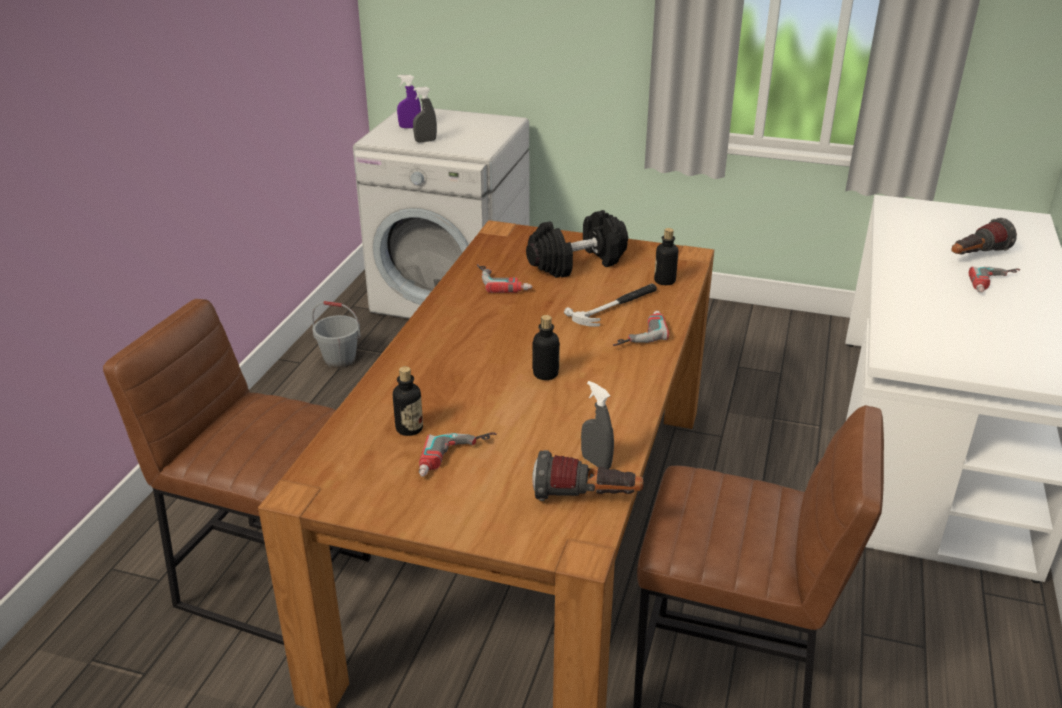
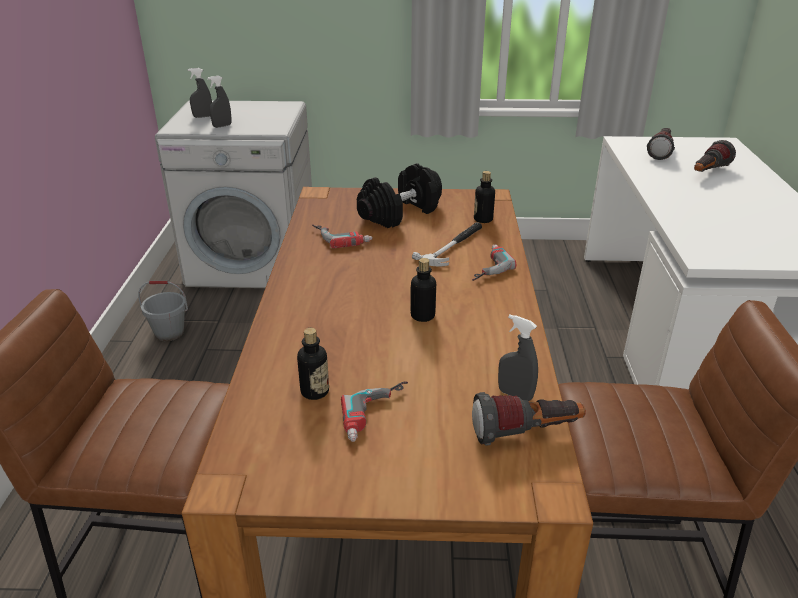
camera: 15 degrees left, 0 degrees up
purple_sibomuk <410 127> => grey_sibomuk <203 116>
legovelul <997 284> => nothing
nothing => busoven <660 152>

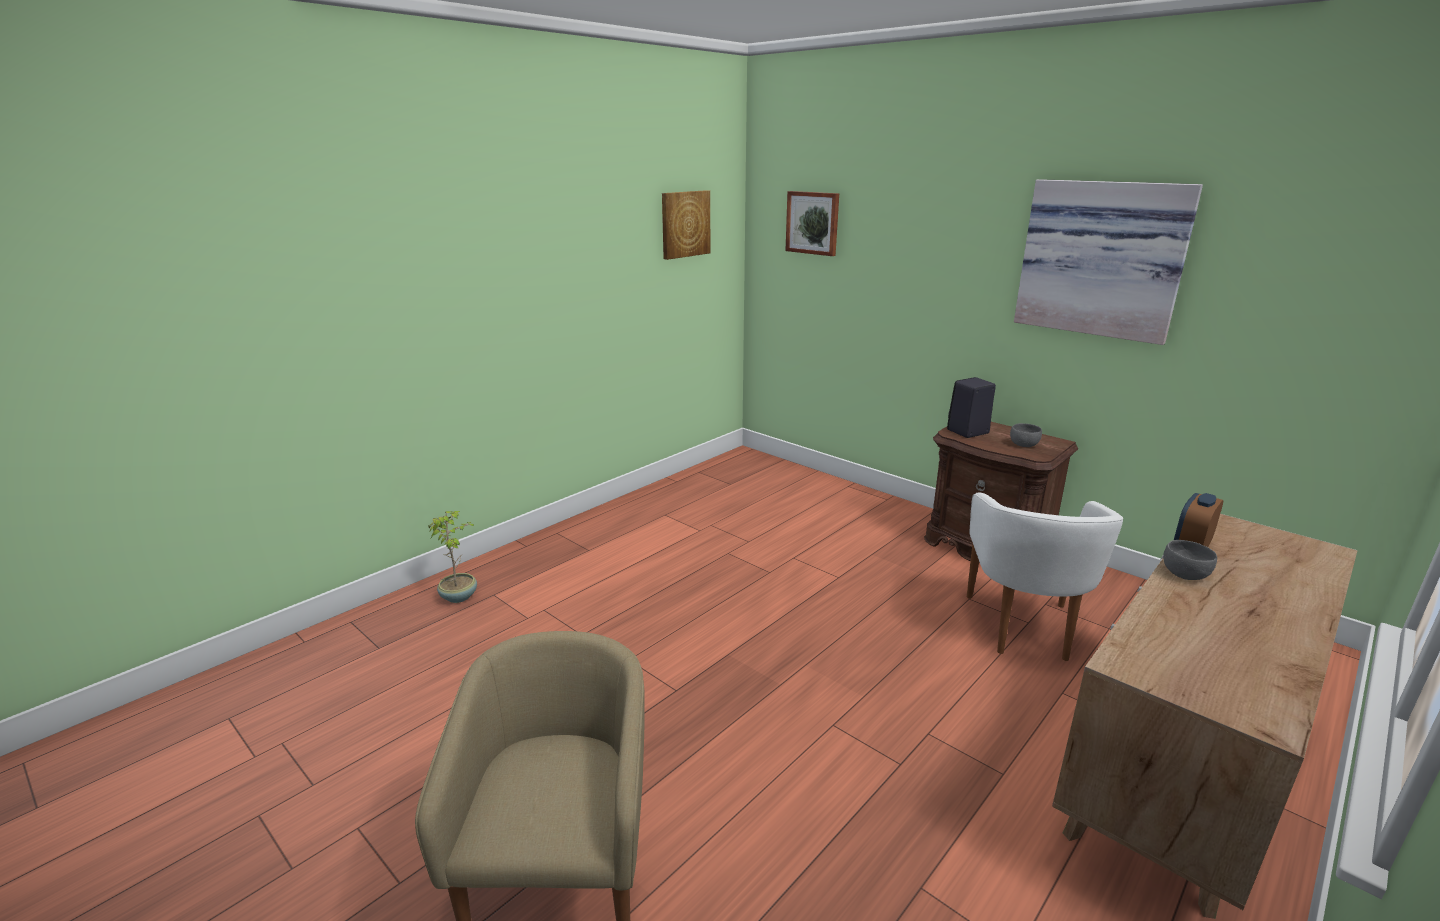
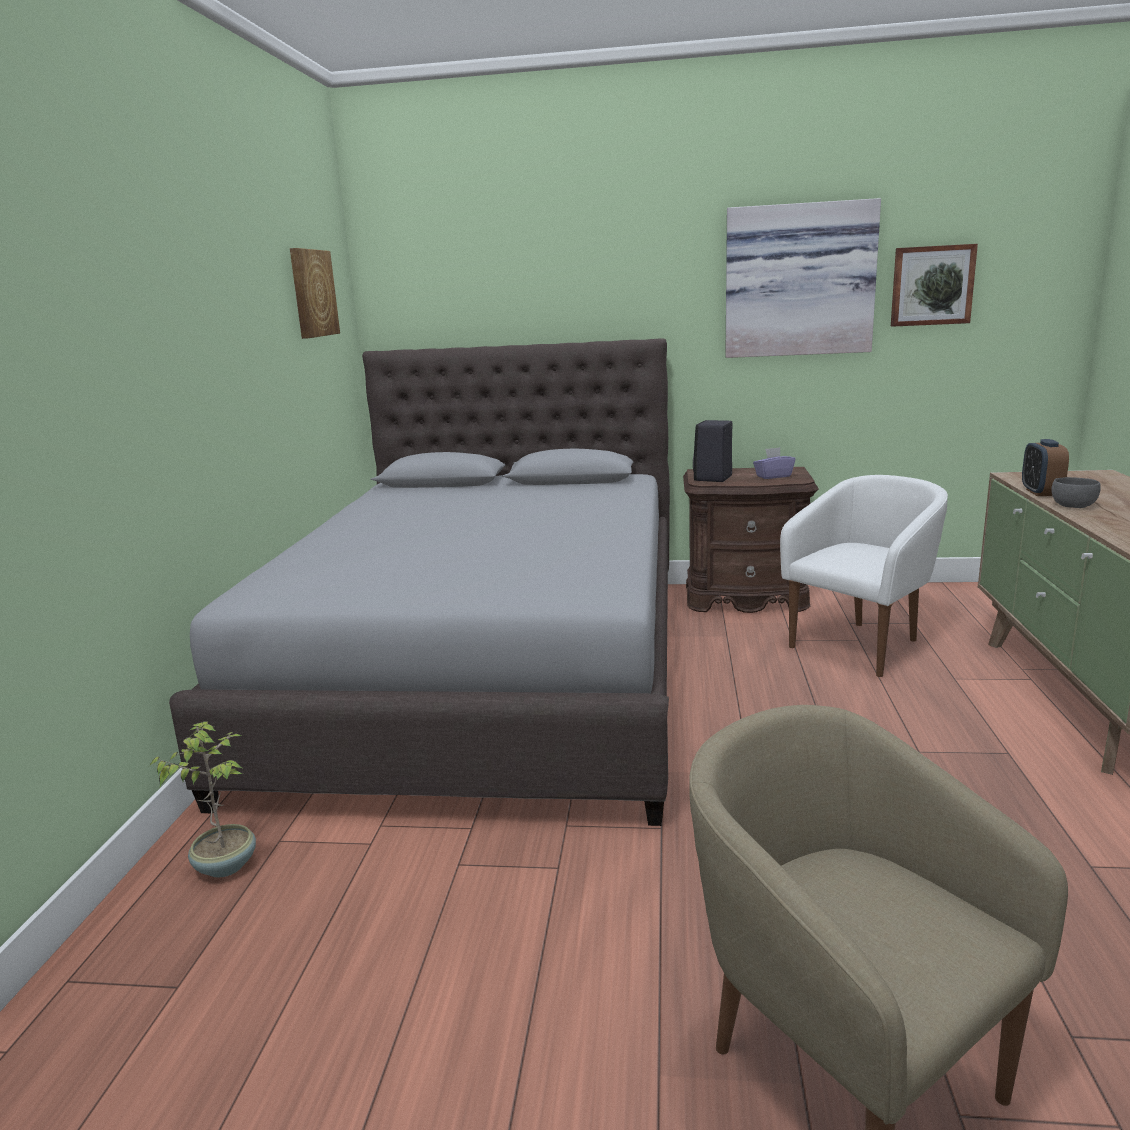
camera: 35 degrees left, 5 degrees down
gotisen <813 223> => gotisen <932 285>, shifted
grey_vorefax <1023 444> => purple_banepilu <773 476>
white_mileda <1023 627> => white_mileda <861 645>, 105 degrees counterclockwise
nothing => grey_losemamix <491 671>

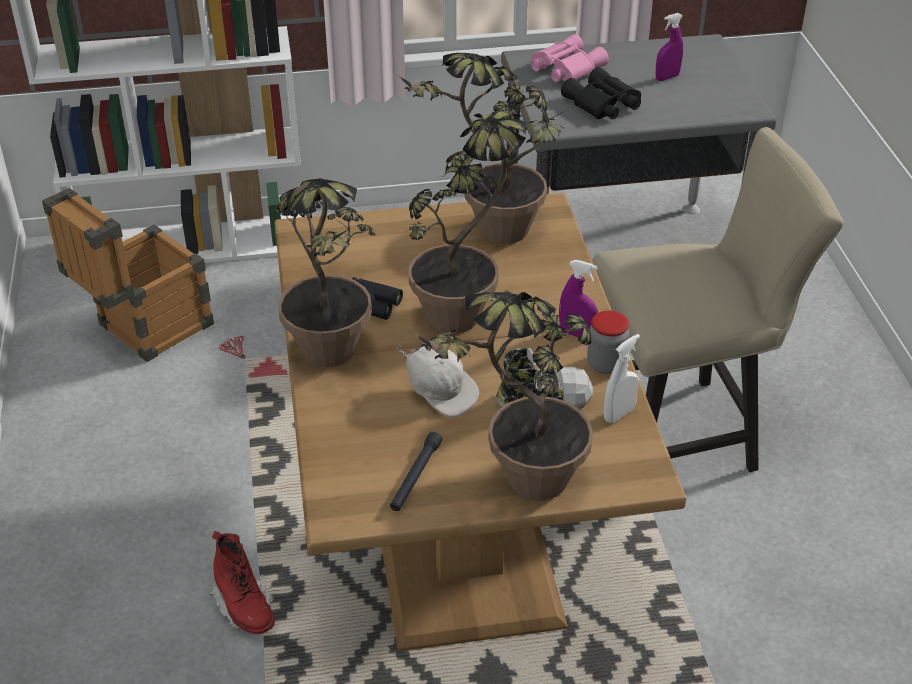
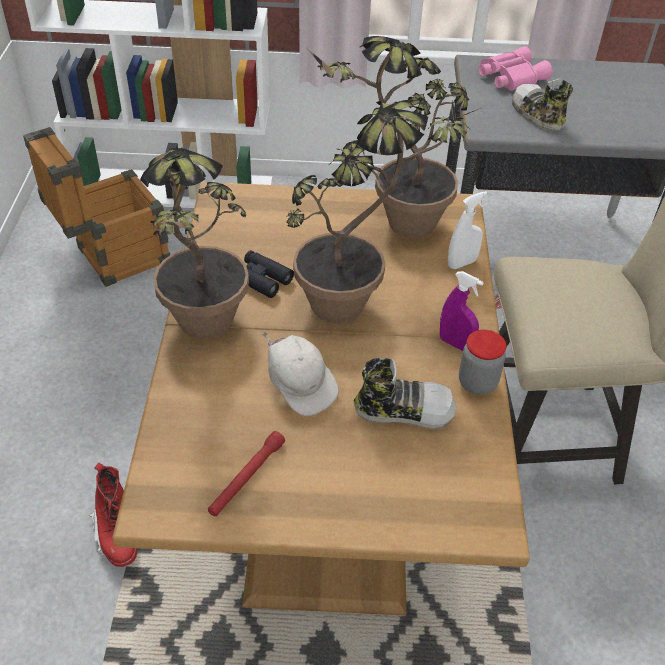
camera: 10 degrees right, 5 degrees up
purple_sibomuk <667 77> => nothing
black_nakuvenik <602 104> => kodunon <537 114>
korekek <517 487> => nothing
white_sibomuk <619 414> => white_sibomuk <462 263>, shifted
black_busoven <415 477> => red_busoven <246 478>

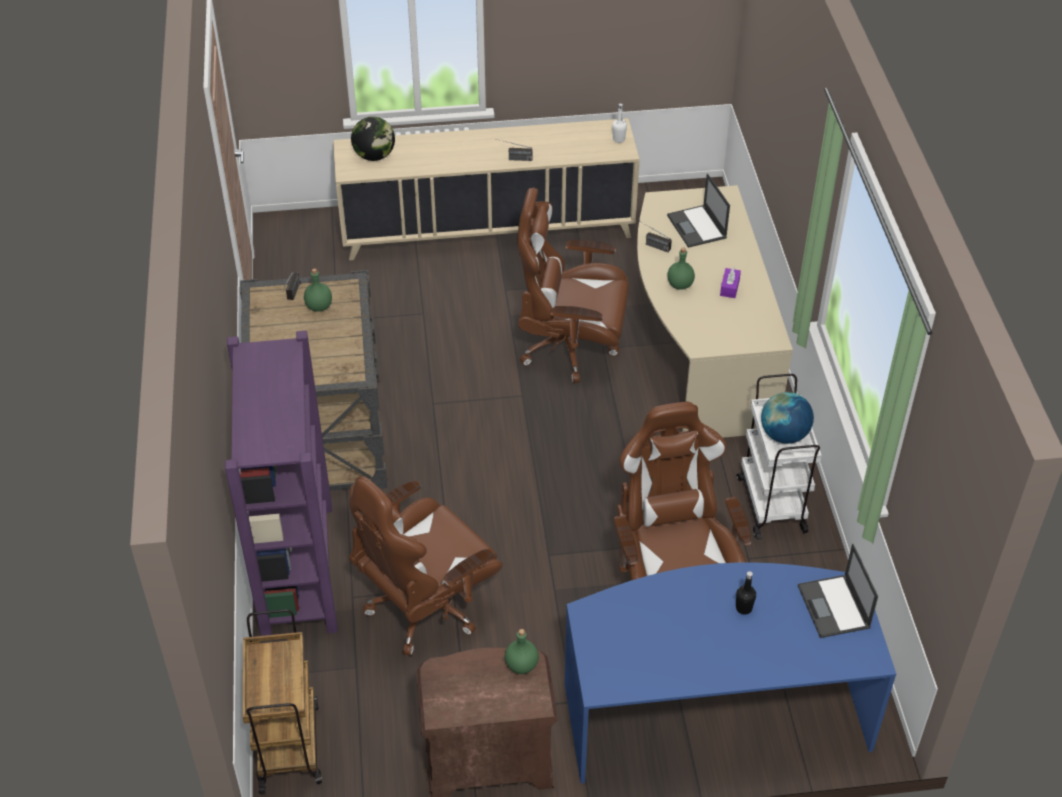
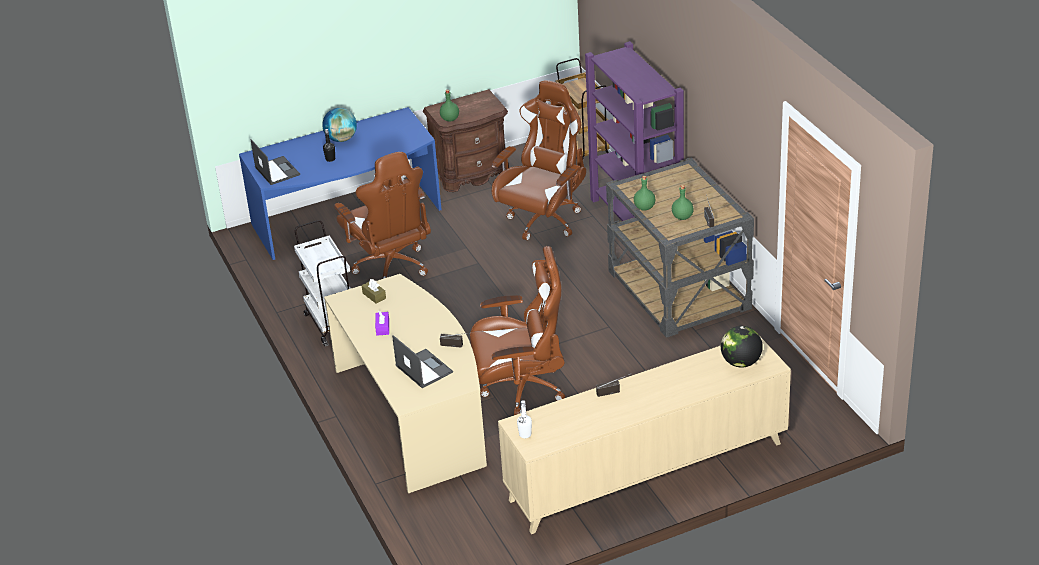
camera: 165 degrees right, 10 degrees down
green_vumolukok <680 284> => green_vumolukok <644 208>, shifted
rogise <784 435> => rogise <341 139>, shifted
nothing => brown_banepilu <374 296>

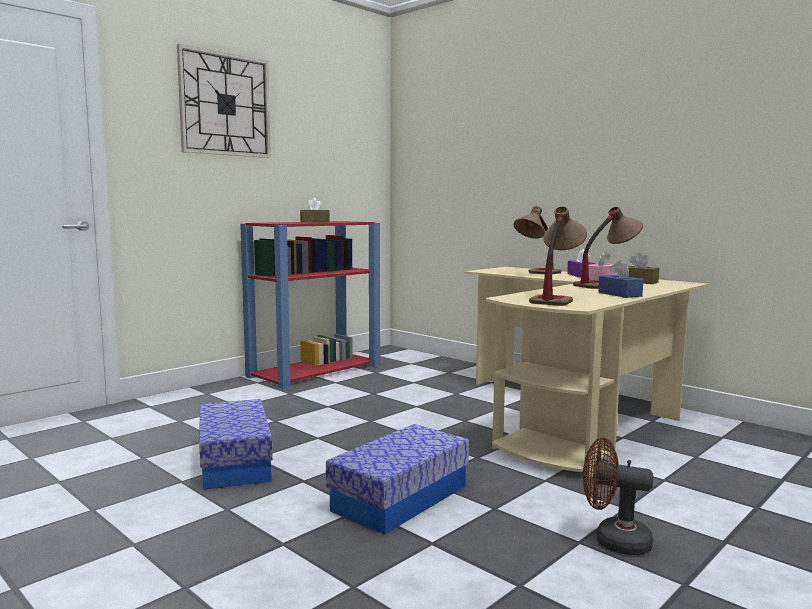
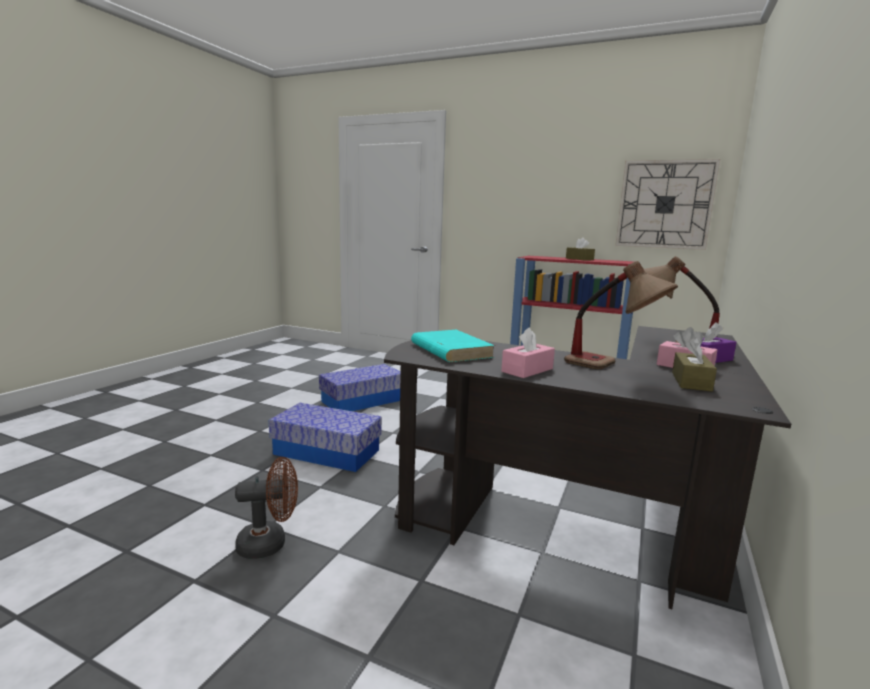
camera: 70 degrees right, 5 degrees up
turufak <225 104> => turufak <665 204>, shifted
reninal <556 299> => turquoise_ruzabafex <450 350>
blue_banepilu <620 294> => pink_banepilu <527 370>
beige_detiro <574 414> => black_detiro <593 516>
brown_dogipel <613 541> => brown_dogipel <270 543>, 75 degrees clockwise

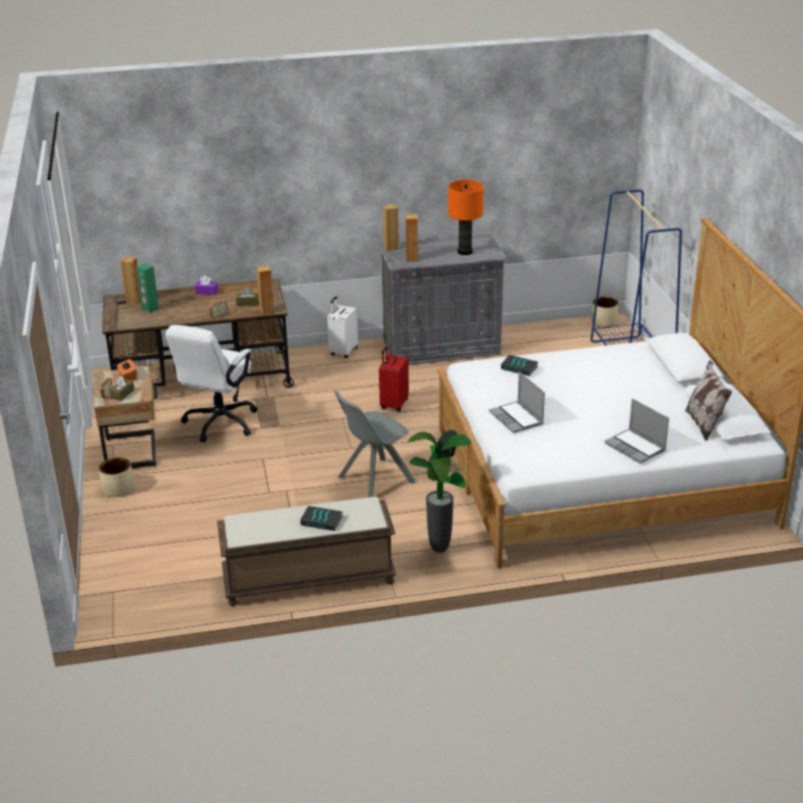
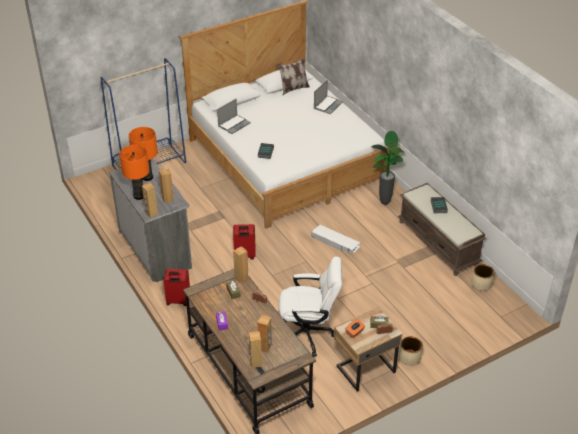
camera: 110 degrees left, 10 degrees up
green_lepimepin <150 308> => brown_lepimepin <265 347>
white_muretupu <343 352> => red_muretupu <178 301>
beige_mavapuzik <604 322> => beige_mavapuzik <481 284>, shifted
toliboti <517 418> => toliboti <234 124>, shifted
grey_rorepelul <374 480> => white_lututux <335 242>
nothing => orange_reninal <139 195>

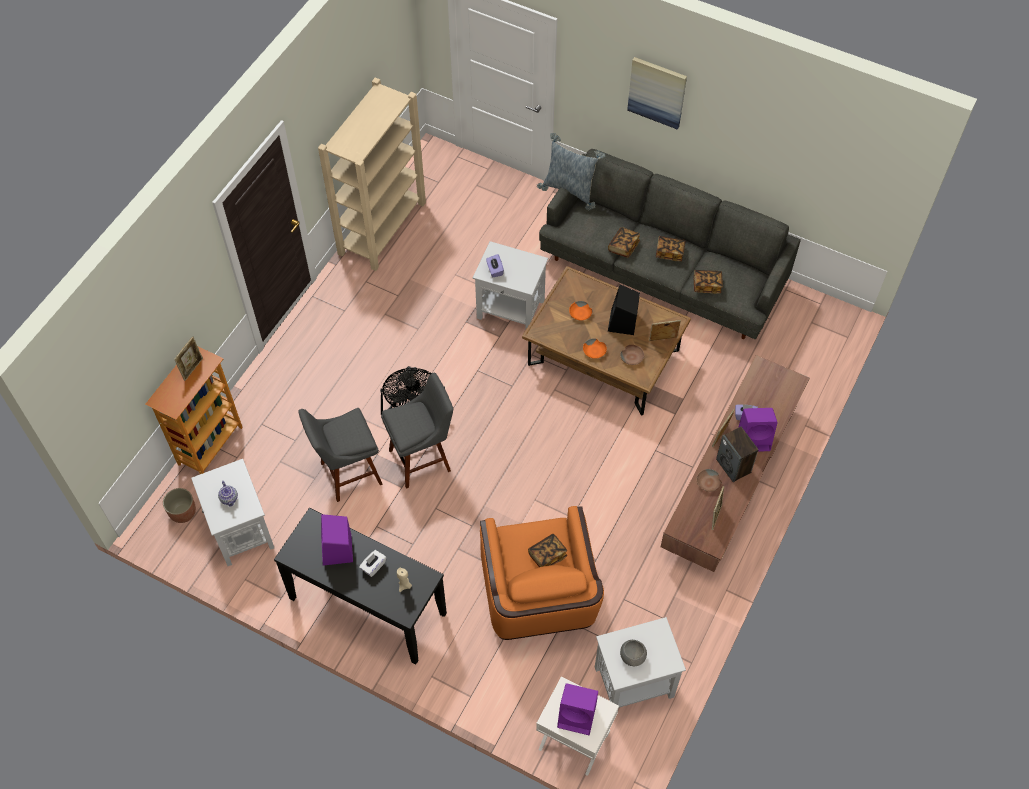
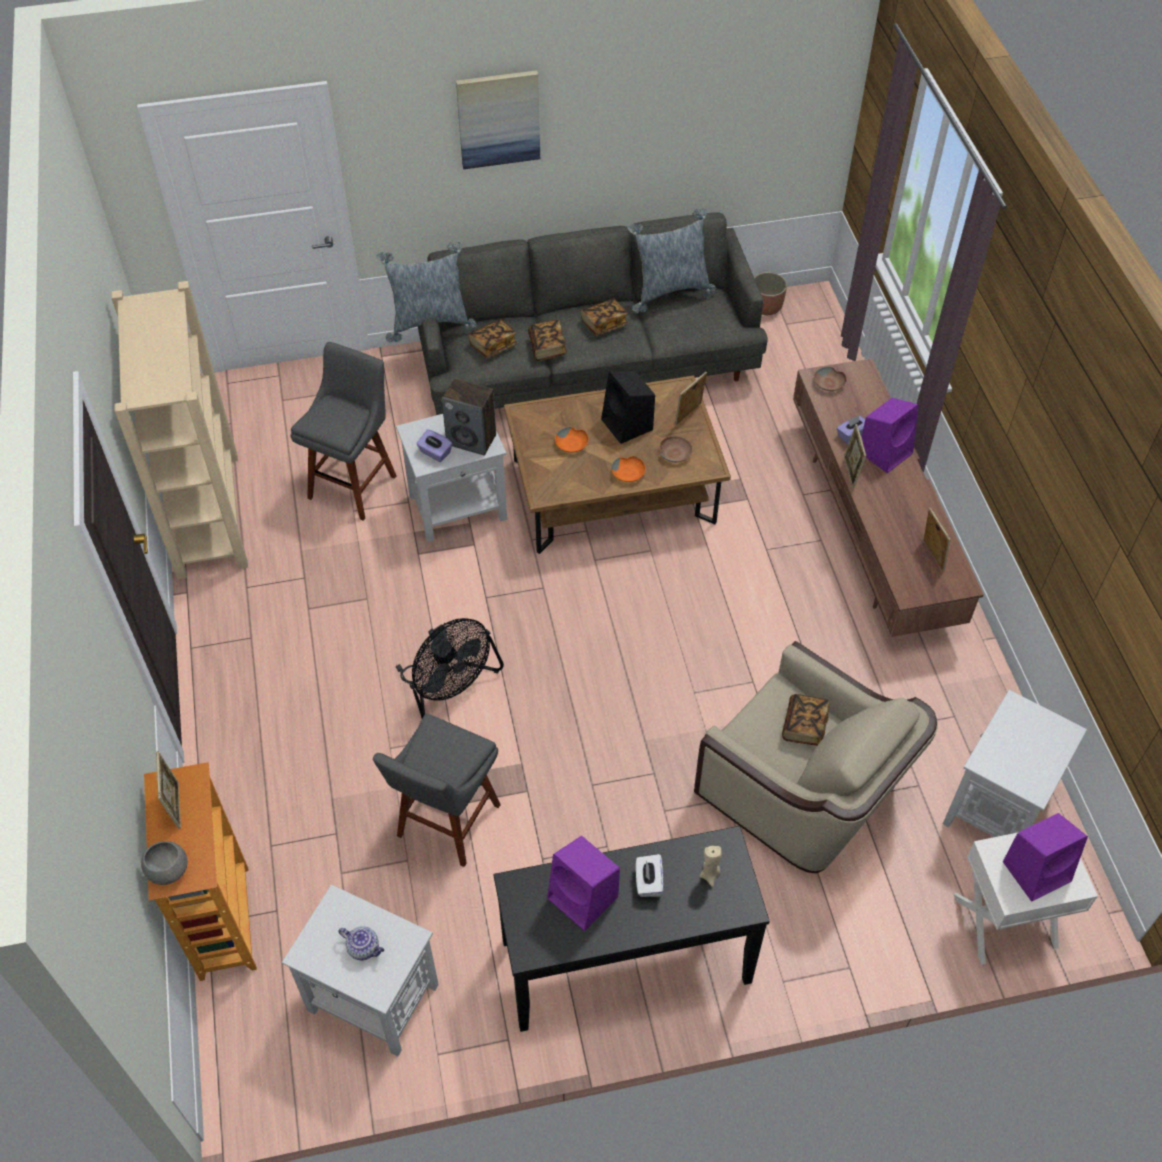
camera: 40 degrees left, 5 degrees down
ruzabafex <706 285> => ruzabafex <493 345>, shifted
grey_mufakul <423 459> => grey_mufakul <355 483>, shifted
lepimepin <734 466> => lepimepin <472 439>, shifted
brown_vorefax <708 483> => brown_vorefax <829 384>, shifted
mavapuzik <183 512> => mavapuzik <766 307>, shifted
orange_mileda <539 595> => beige_mileda <805 792>
grey_vorefax <632 656> => grey_vorefax <168 870>, shifted
nothing => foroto <668 295>

